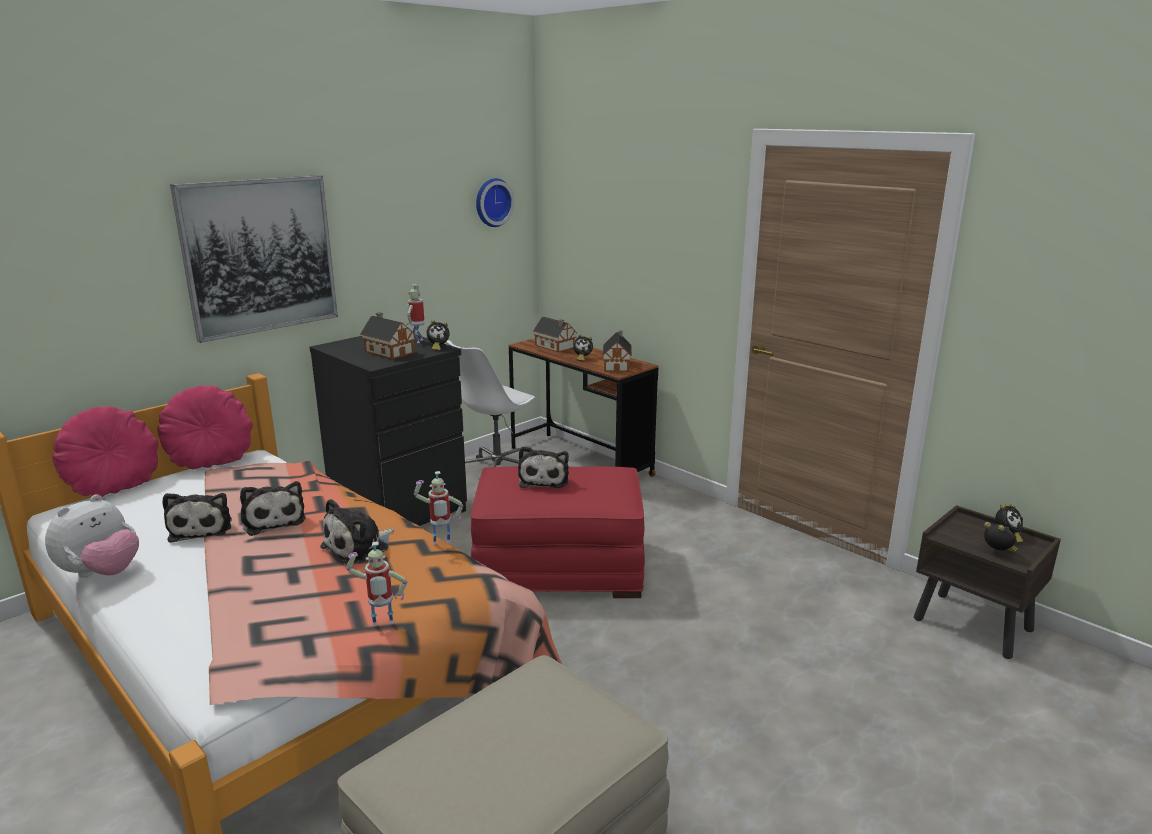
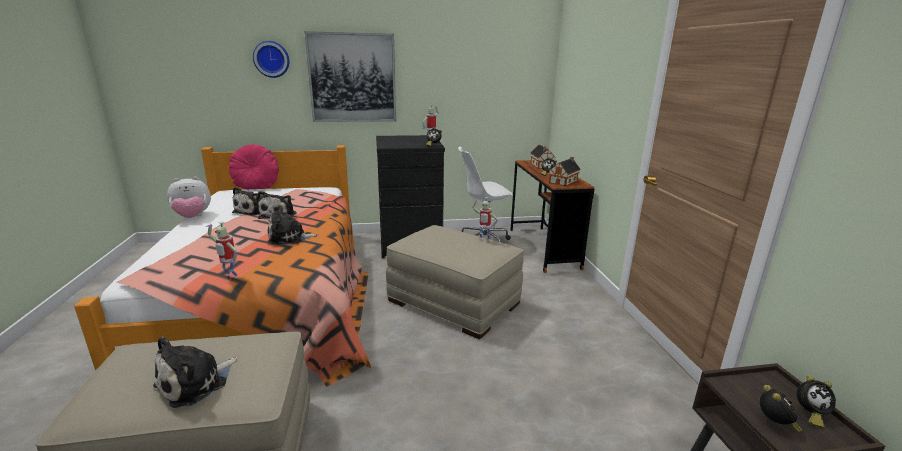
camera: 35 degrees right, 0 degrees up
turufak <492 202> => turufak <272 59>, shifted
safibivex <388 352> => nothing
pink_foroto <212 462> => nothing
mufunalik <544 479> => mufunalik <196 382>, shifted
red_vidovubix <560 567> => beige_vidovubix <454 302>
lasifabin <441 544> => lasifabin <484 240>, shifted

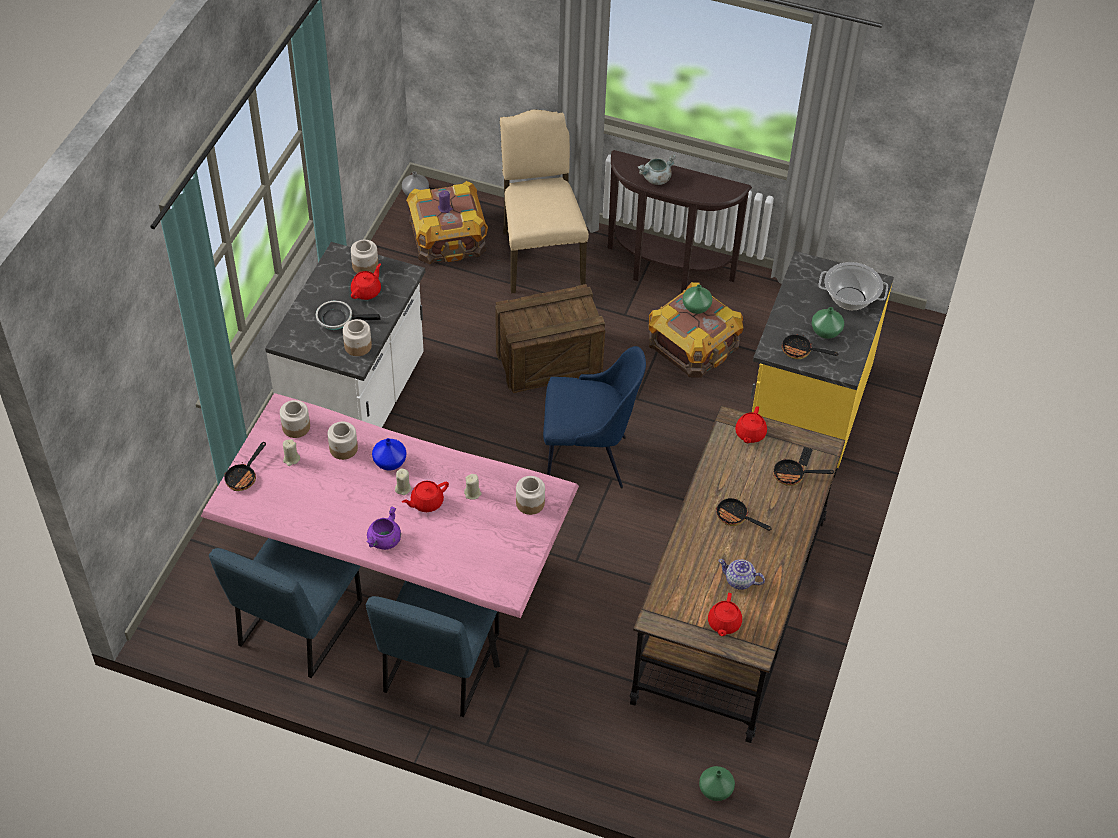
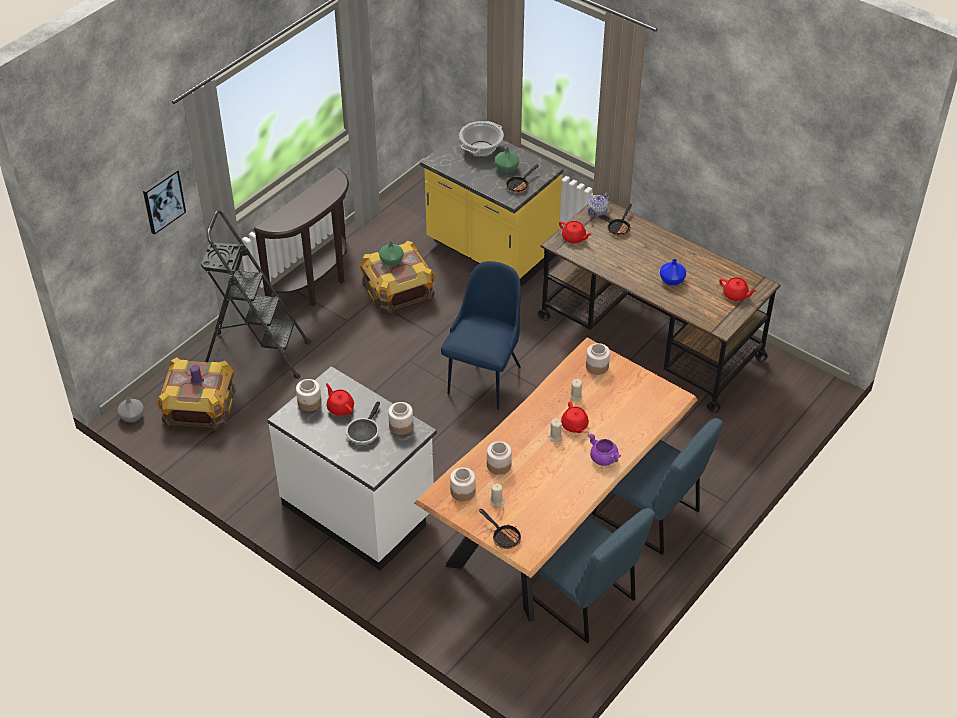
camera: 70 degrees left, 5 degrees down
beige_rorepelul <540 255> => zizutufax <255 354>
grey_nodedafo <656 179> => nothing
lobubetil <548 361> => nothing
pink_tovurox <398 578> => brown_tovurox <556 521>
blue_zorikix <390 461> => blue_zorikix <671 280>, shifted
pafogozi <736 517> => nothing
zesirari <739 581> => zesirari <597 212>, shifted
green_zorikix <714 790> => nothing
nothing => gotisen <163 200>

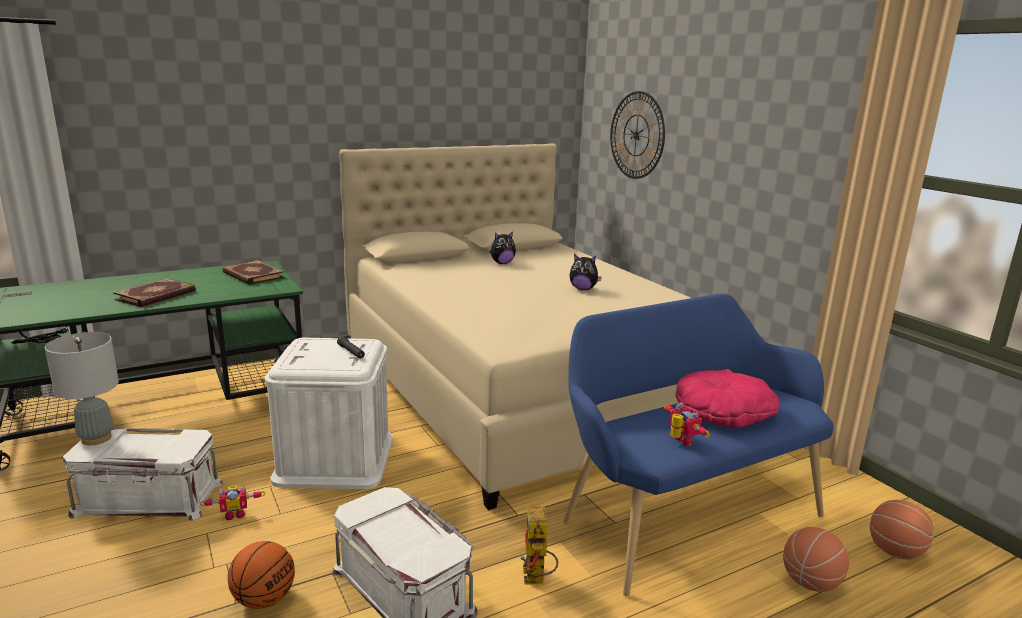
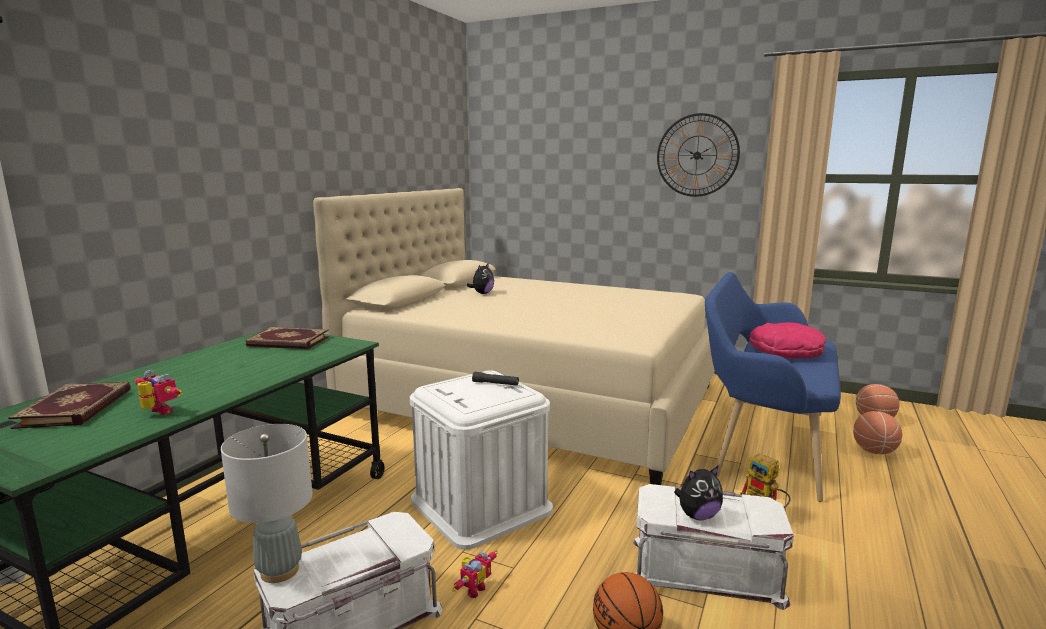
camera: 35 degrees left, 5 degrees down
turufak <636 135> => turufak <697 155>, shifted
mufunalik <583 289> => mufunalik <697 515>, shifted
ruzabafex <156 296> => ruzabafex <77 408>, shifted
lasifabin <680 441> => lasifabin <157 413>, shifted

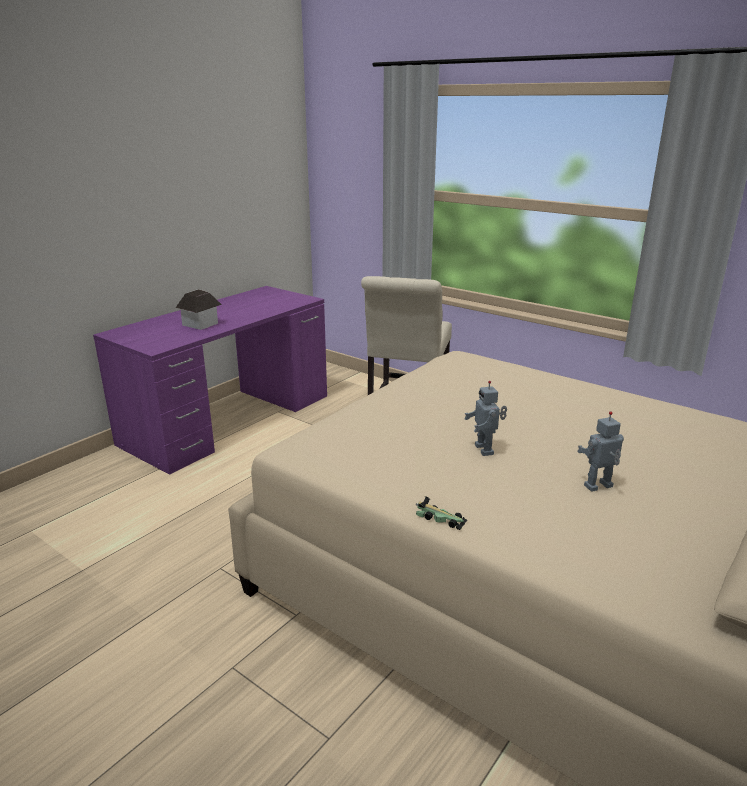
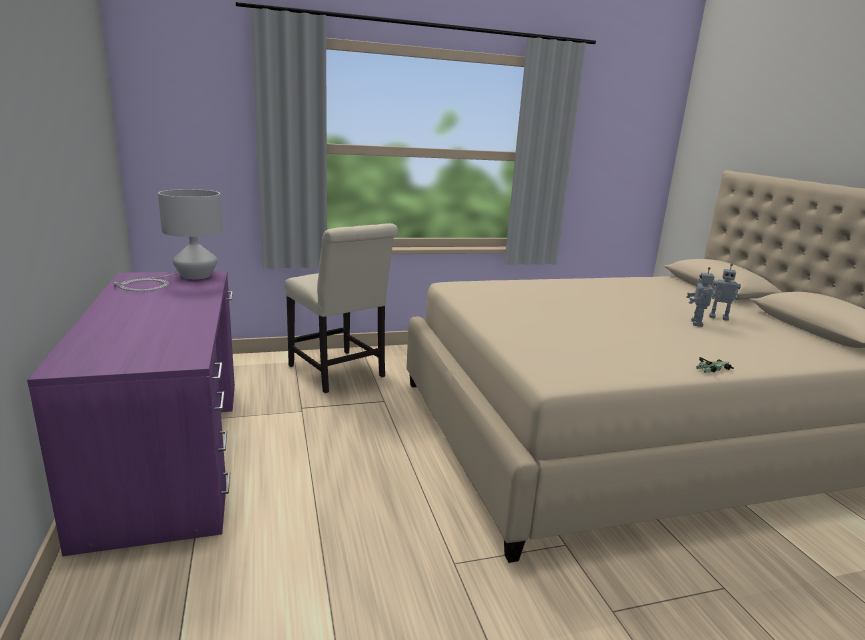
camera: 55 degrees left, 5 degrees down
safibivex <200 324> => nothing
lasifabin <485 449> => lasifabin <718 317>, shifted
nothing => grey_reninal <176 279>

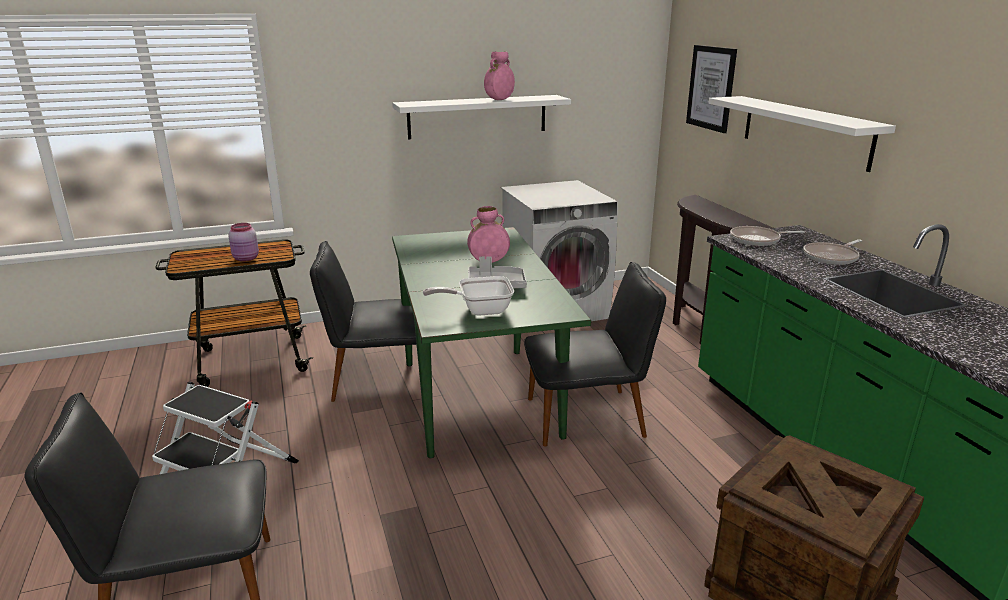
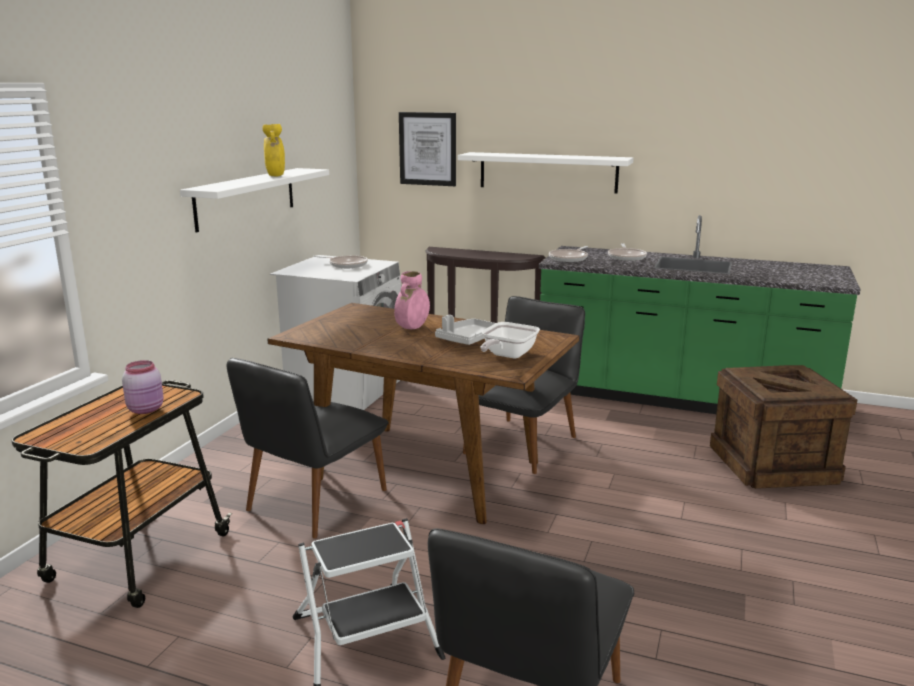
camera: 50 degrees left, 5 degrees down
pink_zorikix <499 100> => yellow_zorikix <276 176>
green_tovurox <478 396> => brown_tovurox <426 470>
nothing => pafogozi <346 265>

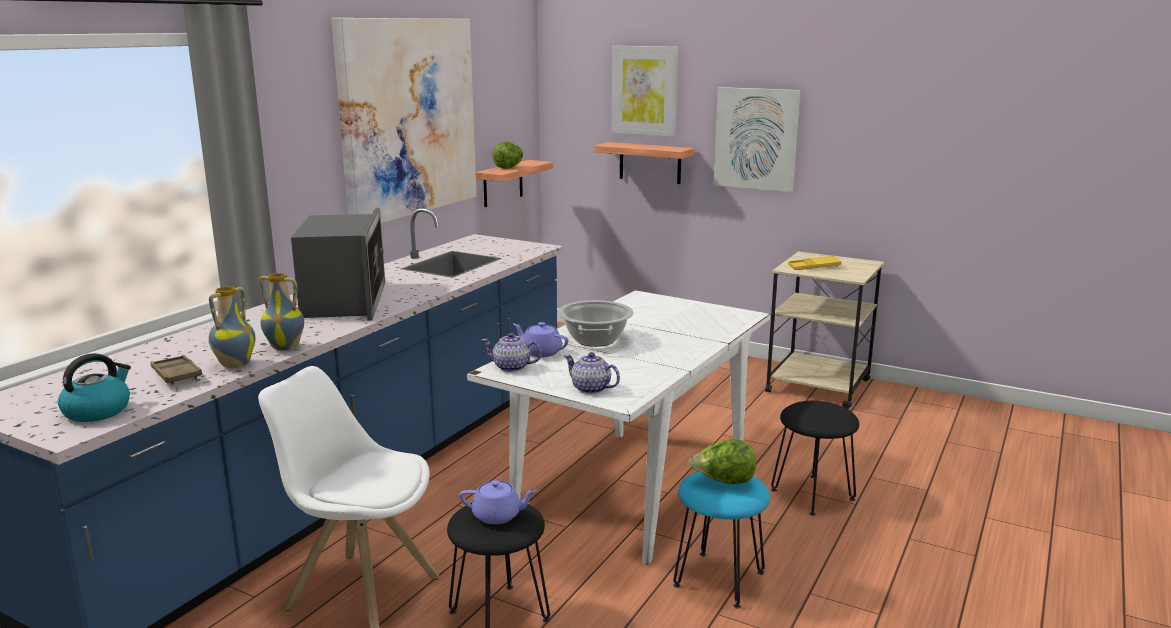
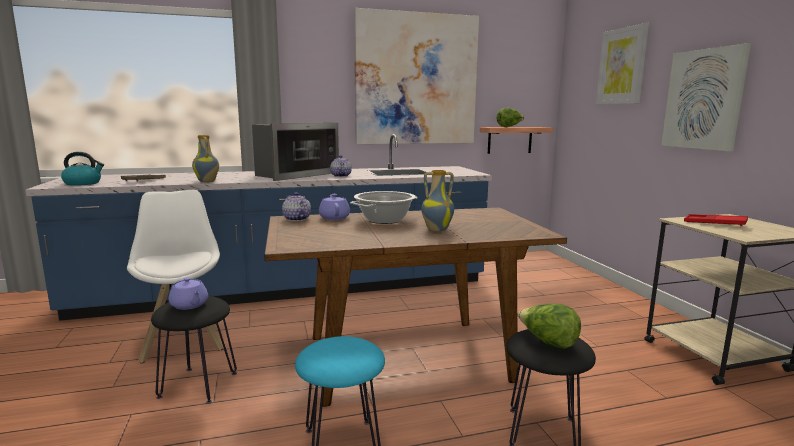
camera: 45 degrees right, 5 degrees down
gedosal <650 163> => nothing
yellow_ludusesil <814 267> => red_ludusesil <714 223>
zorikix <235 364> => zorikix <437 229>, shifted
white_tovurox <630 491> => brown_tovurox <404 358>
zesirari <591 389> => zesirari <340 176>, shifted
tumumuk <723 482> => tumumuk <548 342>, shifted

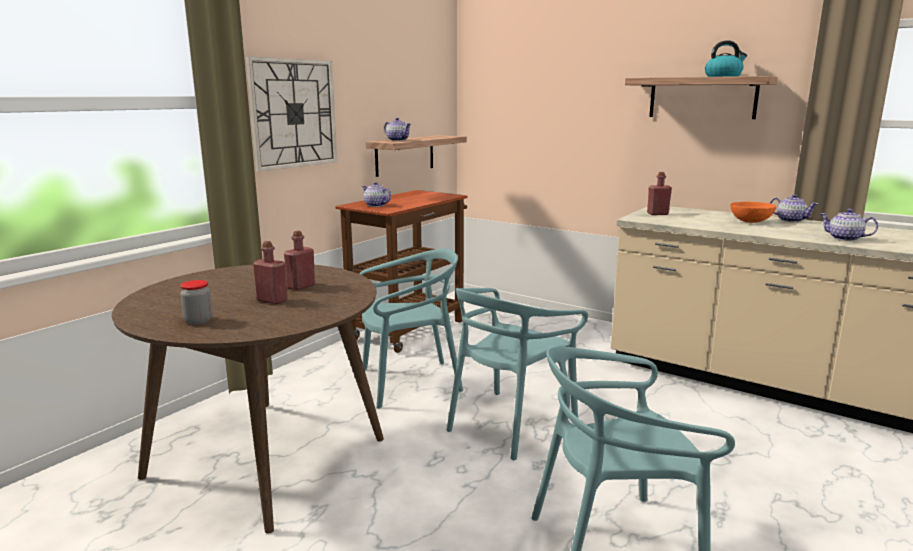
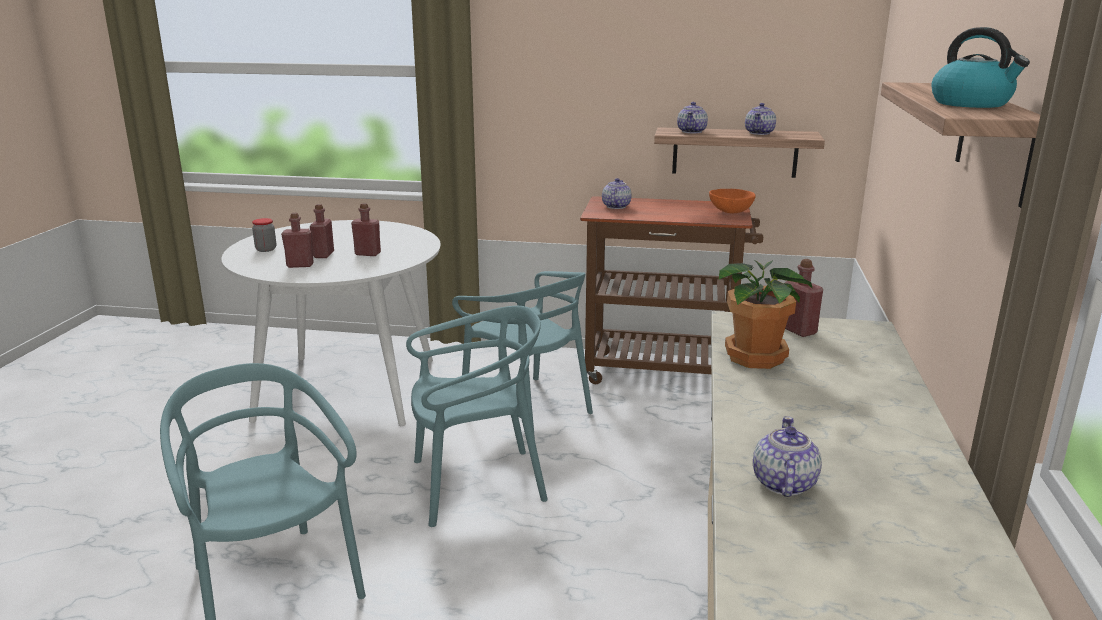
camera: 65 degrees right, 5 degrees up
turufak <293 113> => nothing
zesirari <790 220> => zesirari <759 133>, shifted
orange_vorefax <751 222> => orange_vorefax <731 212>, shifted
brown_tovurox <267 458> => white_tovurox <347 389>
turquoise_rorepelul <510 424> => turquoise_rorepelul <476 484>, 150 degrees clockwise
nothing => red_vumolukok <300 265>
nothing => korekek <758 358>

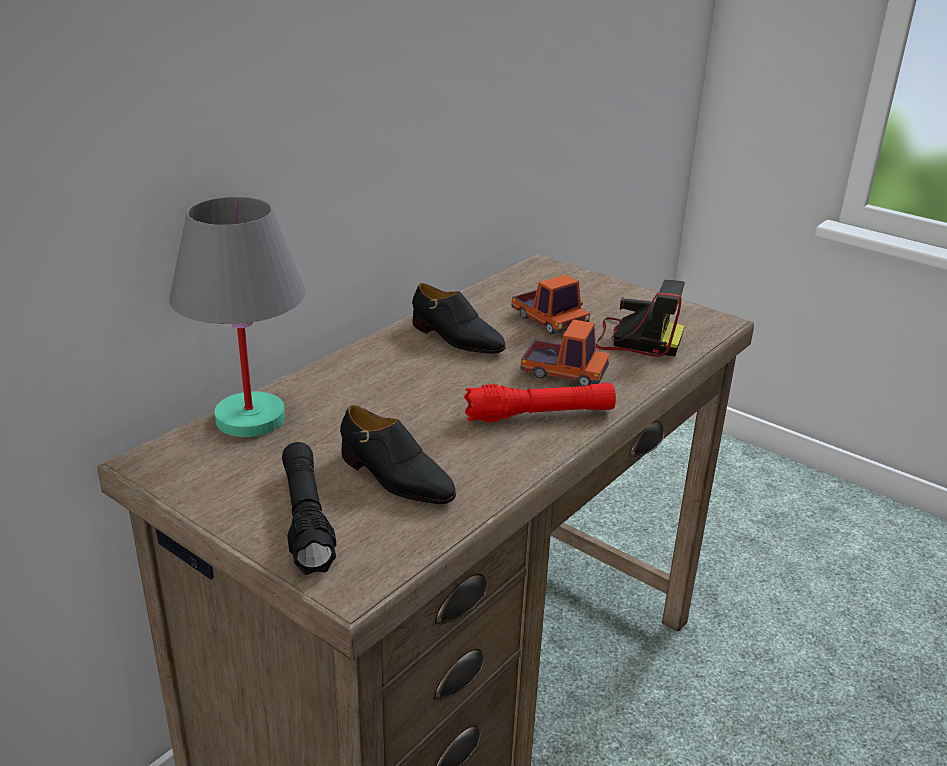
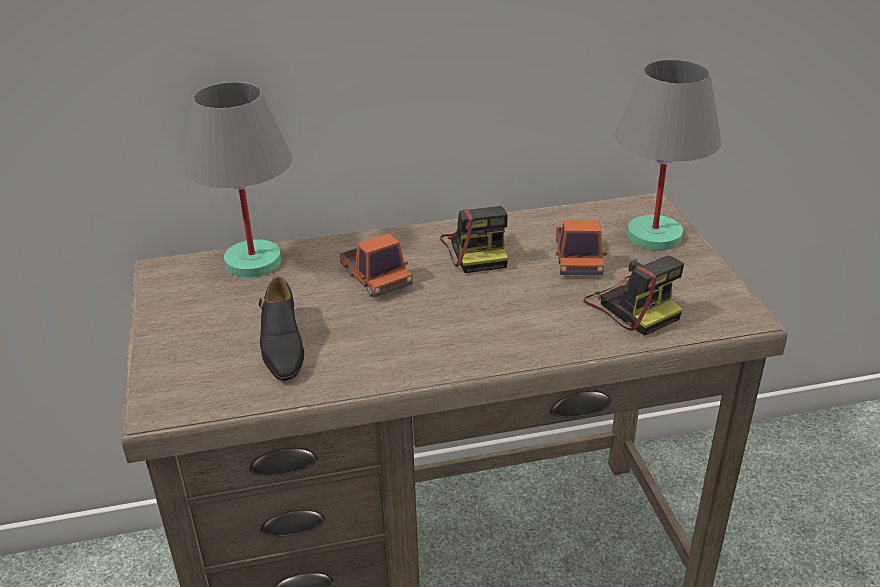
camera: 40 degrees right, 5 degrees up
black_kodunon <456 338> => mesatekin <477 250>
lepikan <564 372> => lepikan <376 278>, shifted
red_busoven <540 415> => nothing
black_busoven <306 518> => nothing
nothing => grey_reninal <655 236>

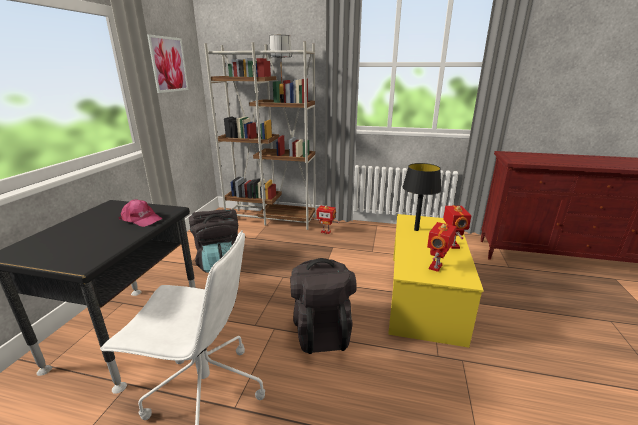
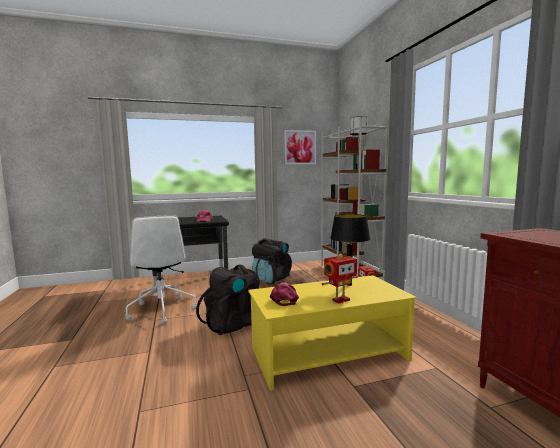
camera: 60 degrees right, 15 degrees down
lasifabin <436 267> => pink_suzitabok <285 299>

